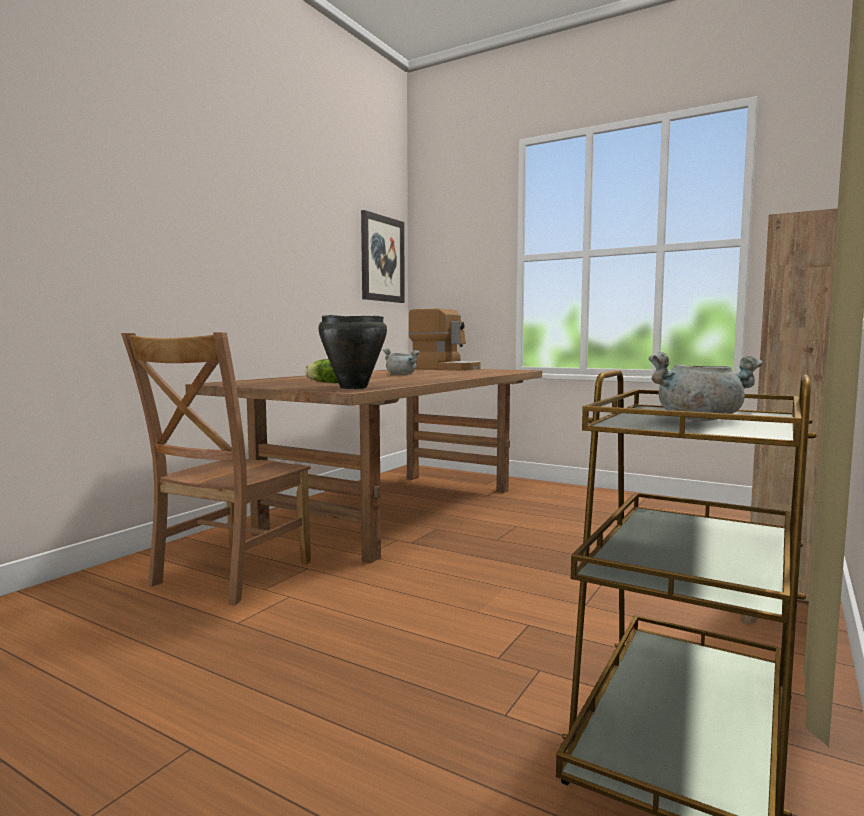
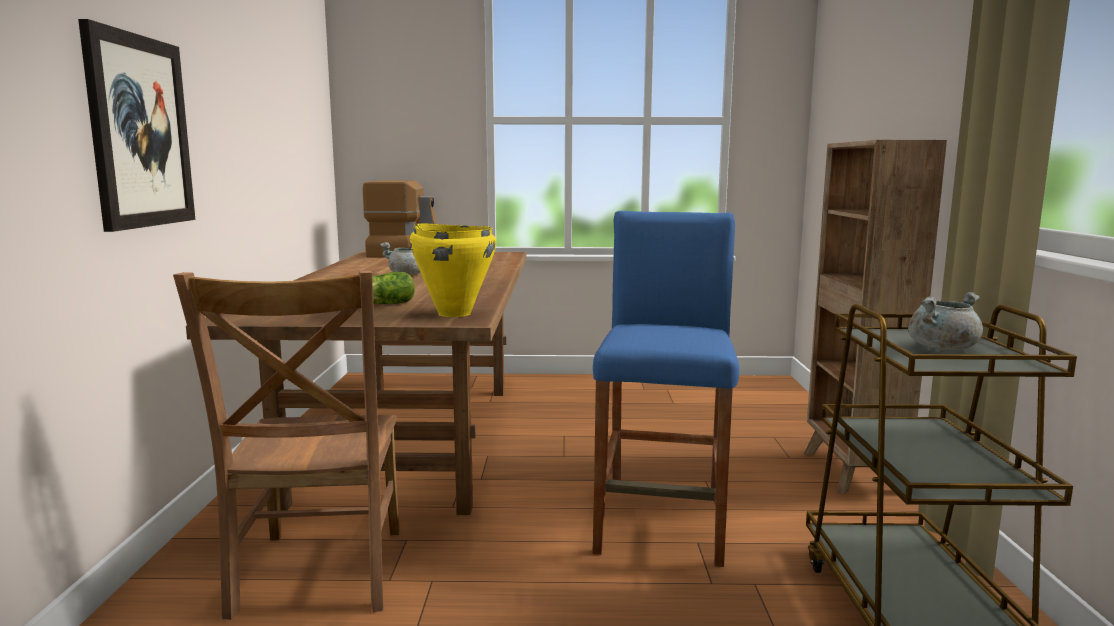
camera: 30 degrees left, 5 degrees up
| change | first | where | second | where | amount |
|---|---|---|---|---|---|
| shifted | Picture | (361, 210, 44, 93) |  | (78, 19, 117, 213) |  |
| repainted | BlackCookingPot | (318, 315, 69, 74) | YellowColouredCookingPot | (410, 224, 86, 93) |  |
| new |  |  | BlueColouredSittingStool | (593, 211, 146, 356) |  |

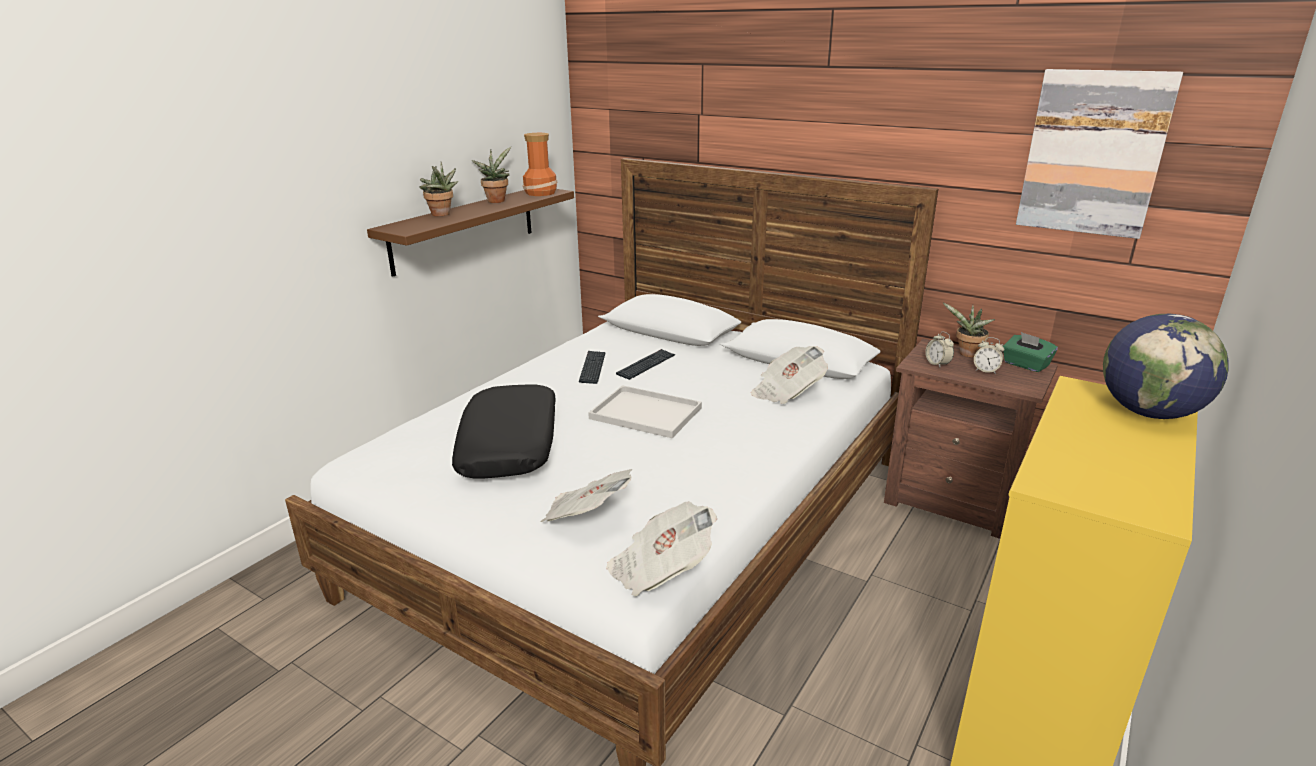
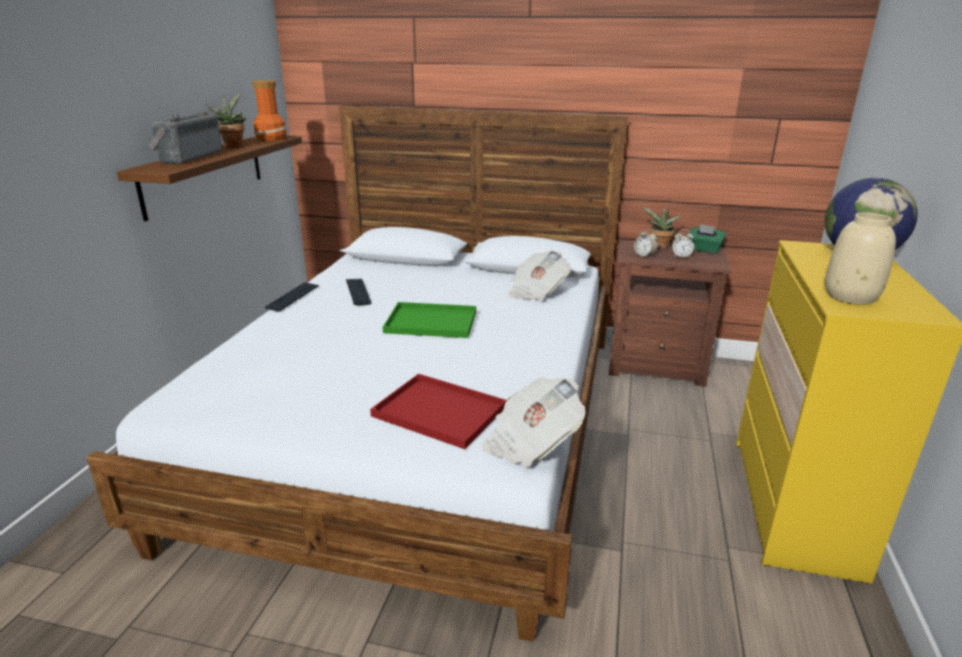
camera: 20 degrees left, 0 degrees up
| change | first | where | second | where | amount |
|---|---|---|---|---|---|
| gone | Picture | (1016, 69, 167, 170) |  |  |  |
| swapped | PlantInAPot | (419, 162, 39, 54) | RadioSet | (149, 112, 73, 52) |  |
| shifted | PcKeyboard | (616, 349, 59, 31) |  | (265, 282, 54, 30) |  |
| gone | BlackPillow | (452, 384, 104, 94) |  |  |  |
| repainted | WhitishTray | (588, 385, 114, 53) | GreenishTray | (383, 302, 93, 36) |  |
| swapped | Newspaper | (541, 469, 92, 53) | ReddishTray | (370, 374, 136, 75) |  |
| new |  |  | BeigeDecorativeVase | (825, 212, 71, 93) |  |

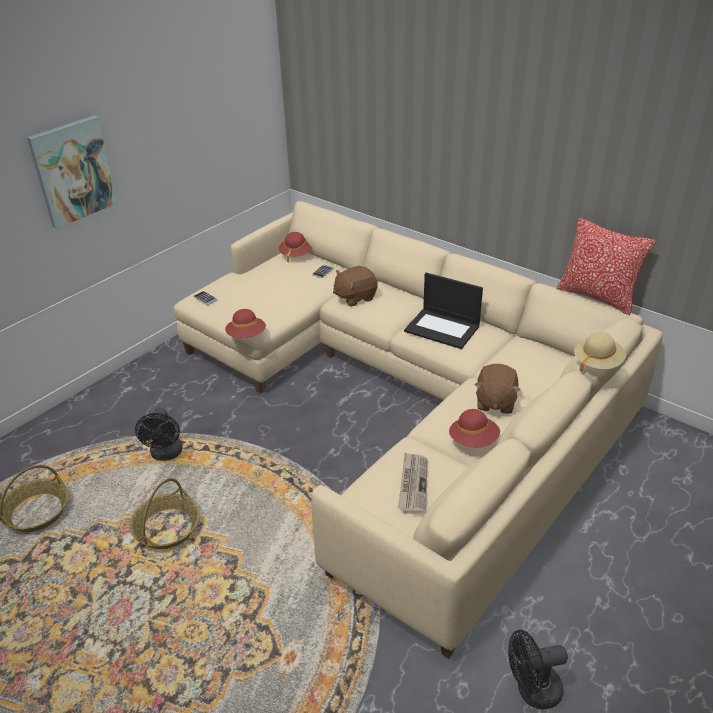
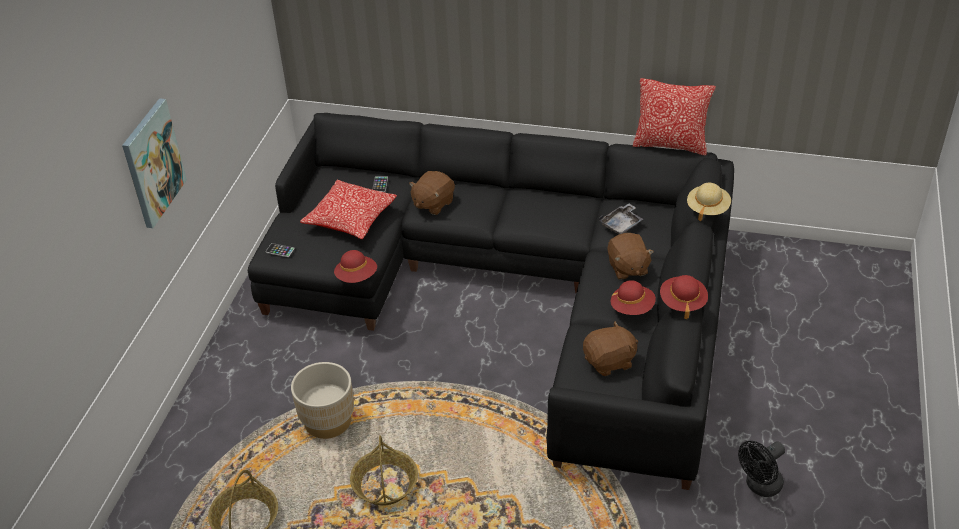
camera: 25 degrees left, 5 degrees up
| change | first | where | second | where | amount |
|---|---|---|---|---|---|
| repainted | BeigeCouch | (174, 201, 489, 458) | BlackCouch | (248, 113, 486, 377) |  |
| shifted | ReddishClothingHat | (279, 232, 34, 31) |  | (660, 275, 48, 44) |  |
| gone | NotebookComputer | (404, 273, 79, 76) |  |  |  |
| swapped | BlackFan | (135, 408, 47, 53) | BeigePlanter | (291, 362, 63, 77) |  |
| swapped | Newspaper | (398, 452, 29, 63) | BrownishSoftToy | (583, 321, 55, 55) |  |
| new |  |  | Pillow | (300, 180, 97, 59) |  |
| new |  |  | GreyTray | (599, 203, 44, 31) |  |

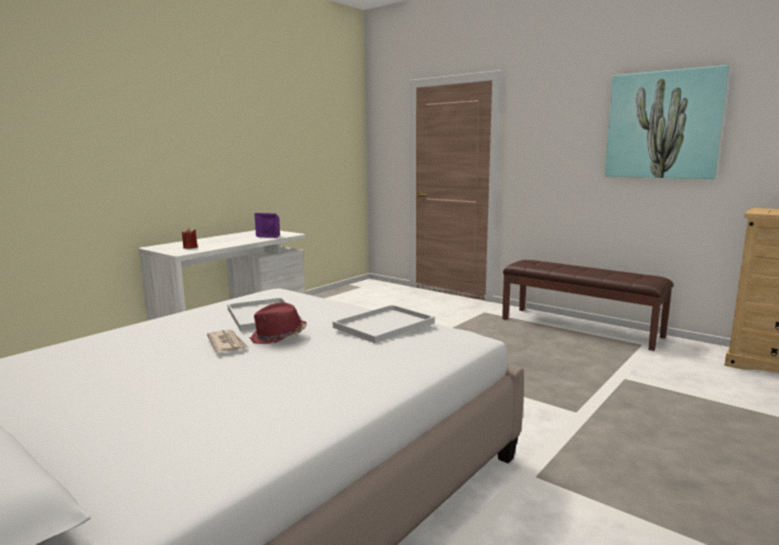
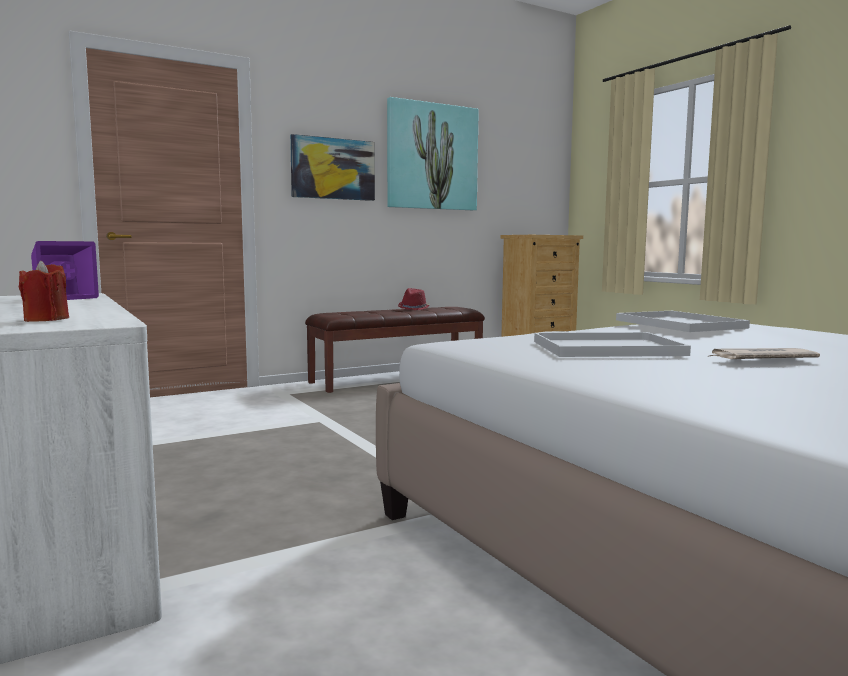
camera: 70 degrees left, 5 degrees down
| change | first | where | second | where | amount |
|---|---|---|---|---|---|
| shifted | ReddishClothingHat | (250, 303, 57, 41) |  | (398, 288, 32, 22) |  |
| new |  |  | Picture | (290, 134, 85, 67) |  |

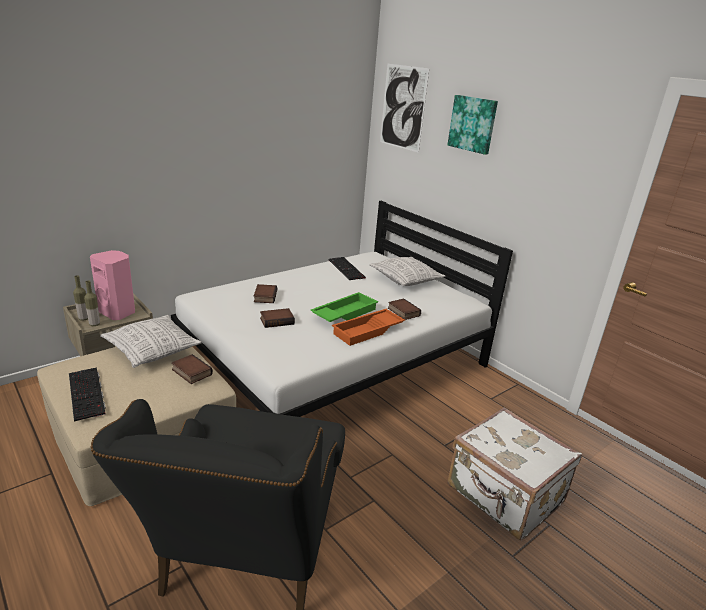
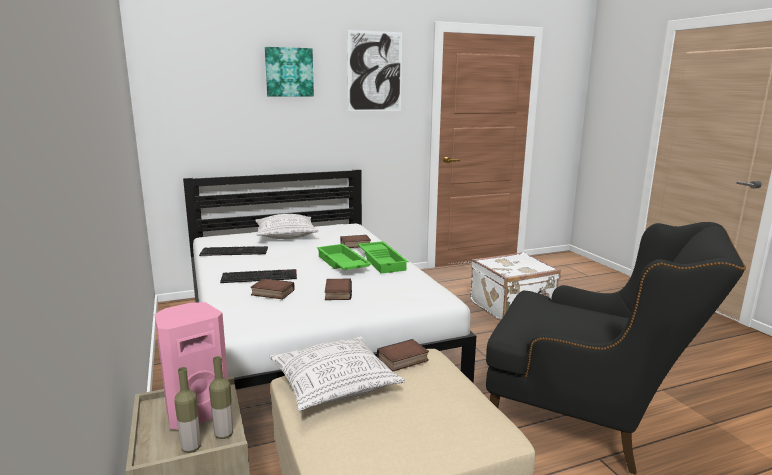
camera: 70 degrees left, 10 degrees down
| change | first | where | second | where | amount |
|---|---|---|---|---|---|
| shifted | Picture | (380, 64, 50, 89) |  | (347, 30, 55, 81) |  |
| repainted | OrangeyTray | (332, 309, 73, 37) | GreenishTray | (358, 241, 51, 33) |  |
| shifted | PcKeyboard | (69, 367, 37, 54) |  | (220, 269, 77, 14) |  |

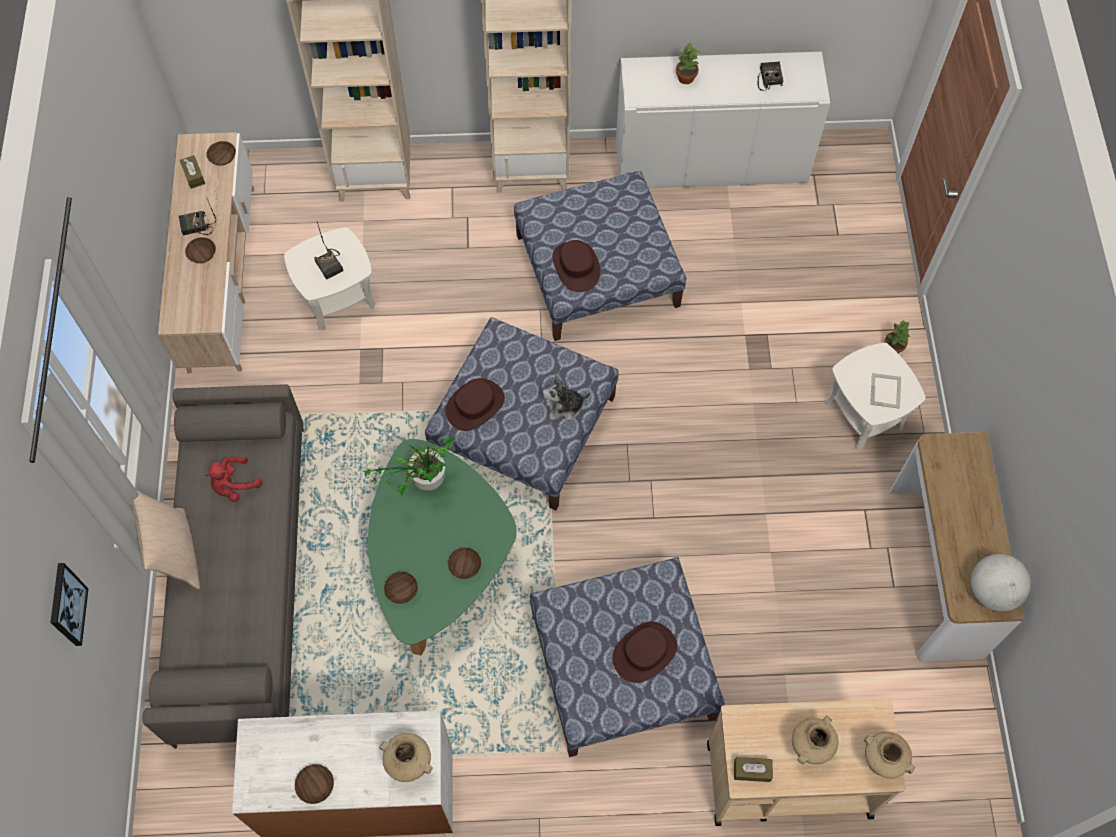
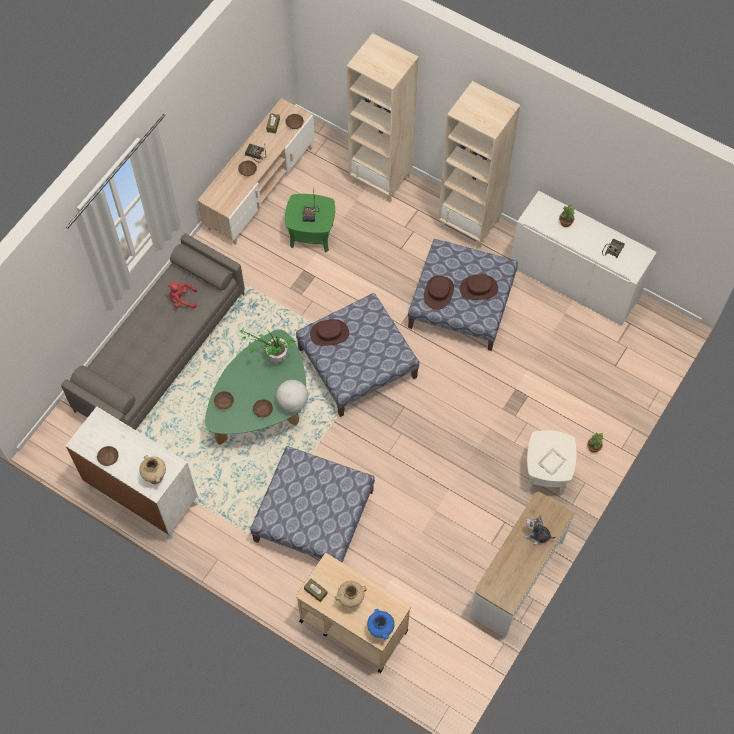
camera: 35 degrees right, 0 degrees up
| change | first | where | second | where | amount |
|---|---|---|---|---|---|
| repainted | WhitishEndTable | (284, 227, 91, 104) | GreenishEndTable | (285, 194, 50, 58) |  |
| shifted | SoftToy | (542, 375, 48, 46) |  | (524, 514, 32, 31) |  |
| gone | BeigePillow | (131, 490, 69, 100) |  |  |  |
| shifted | Globe | (971, 554, 60, 57) |  | (276, 380, 32, 32) |  |
| gone | Picture | (51, 563, 38, 83) |  |  |  |
| shifted | BrownishClothingHat | (612, 621, 65, 62) |  | (460, 274, 38, 26) |  |
| repainted | BeigeDecorativeVase | (864, 732, 51, 47) | BlueColouredDecorativeVase | (367, 609, 28, 31) |  |

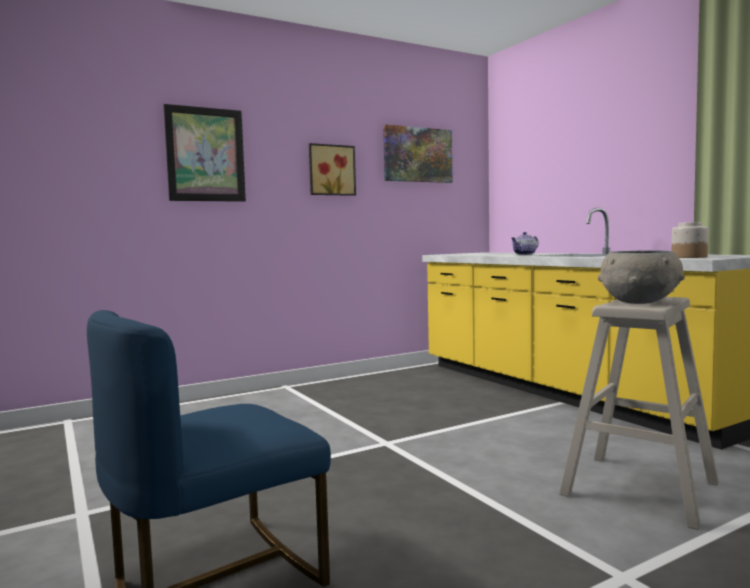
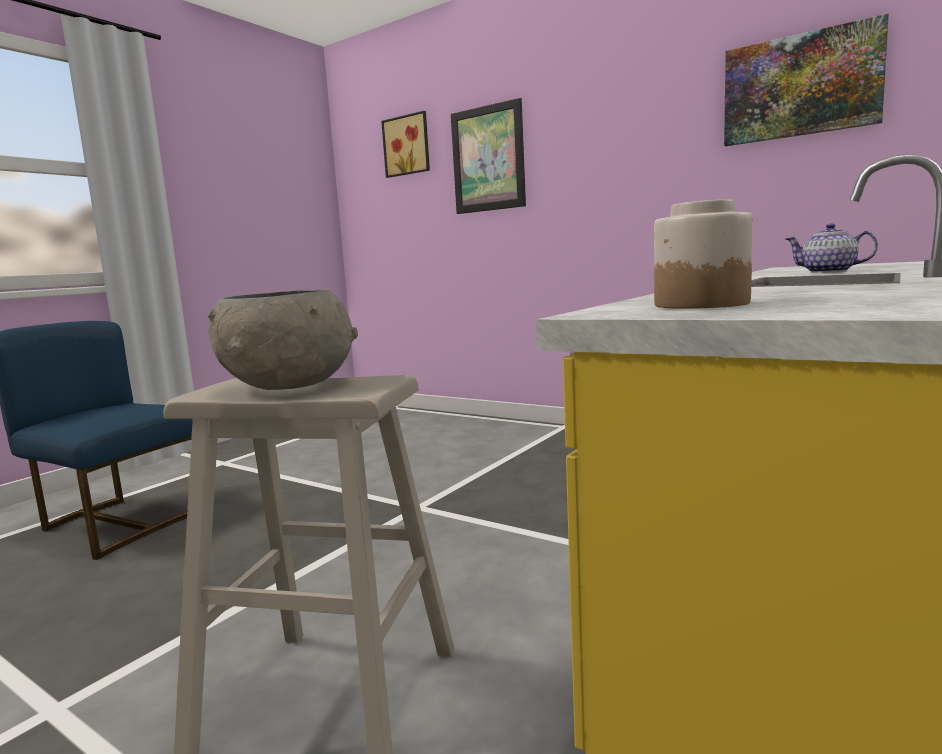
camera: 65 degrees right, 5 degrees up
| change | first | where | second | where | amount |
|---|---|---|---|---|---|
| shifted | Picture | (309, 143, 47, 53) |  | (381, 111, 49, 67) |  |

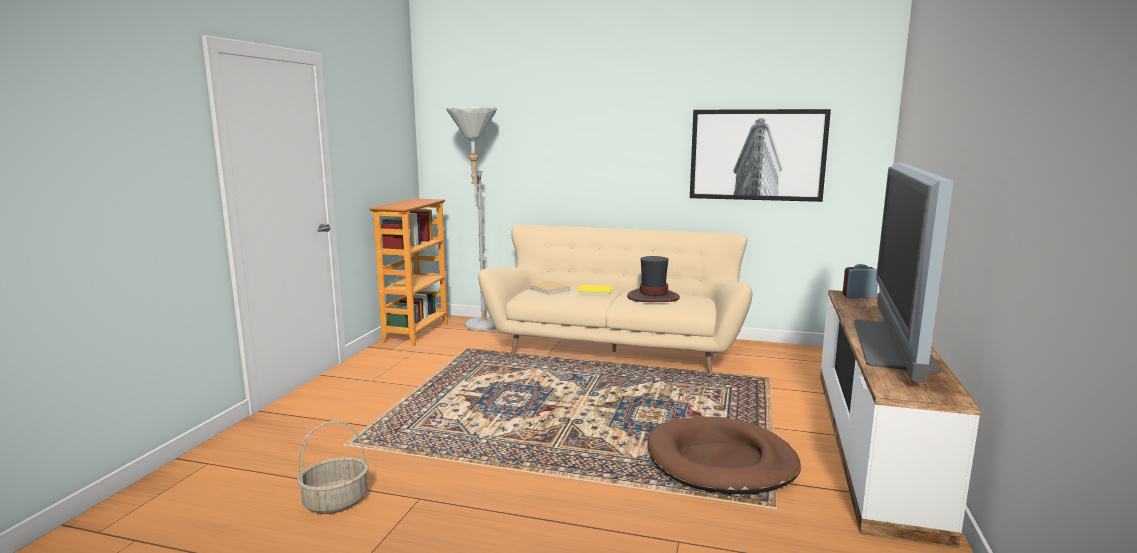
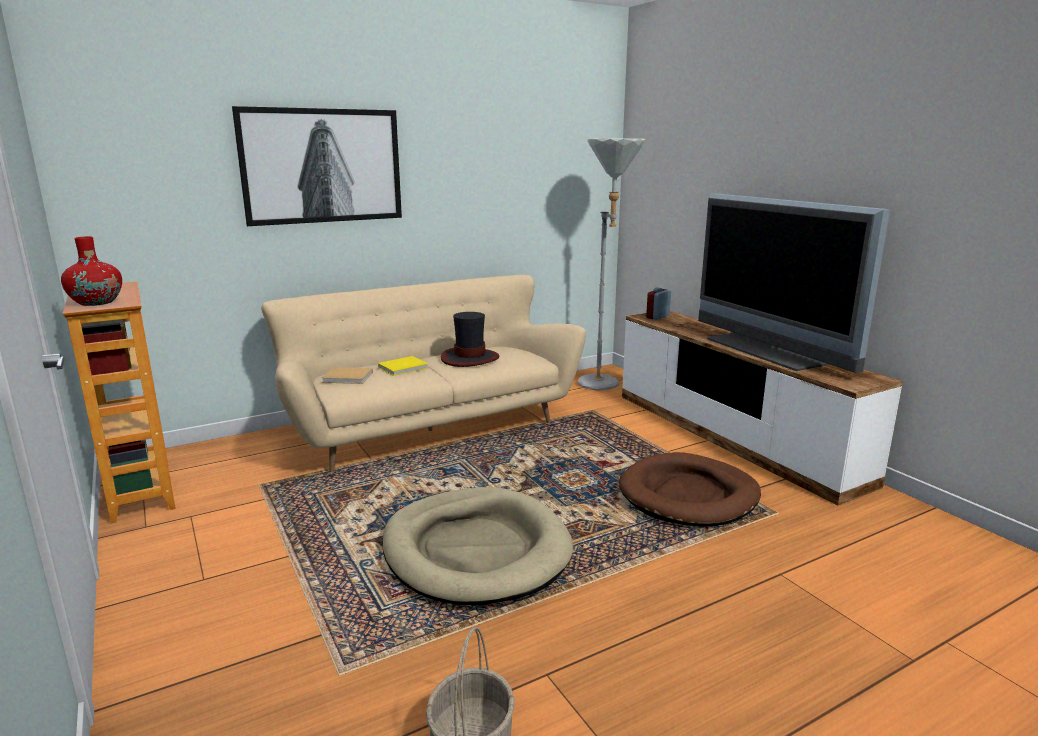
camera: 45 degrees left, 5 degrees up
| change | first | where | second | where | amount |
|---|---|---|---|---|---|
| shifted | GreyStandingLamp | (446, 107, 51, 224) |  | (577, 138, 69, 253) |  |
| shifted | Picture | (690, 109, 141, 93) |  | (232, 106, 170, 120) |  |
| new |  |  | ReddishDecorativeVase | (61, 236, 61, 70) |  |
| new |  |  | BeigePetBed | (382, 487, 191, 118) |  |

